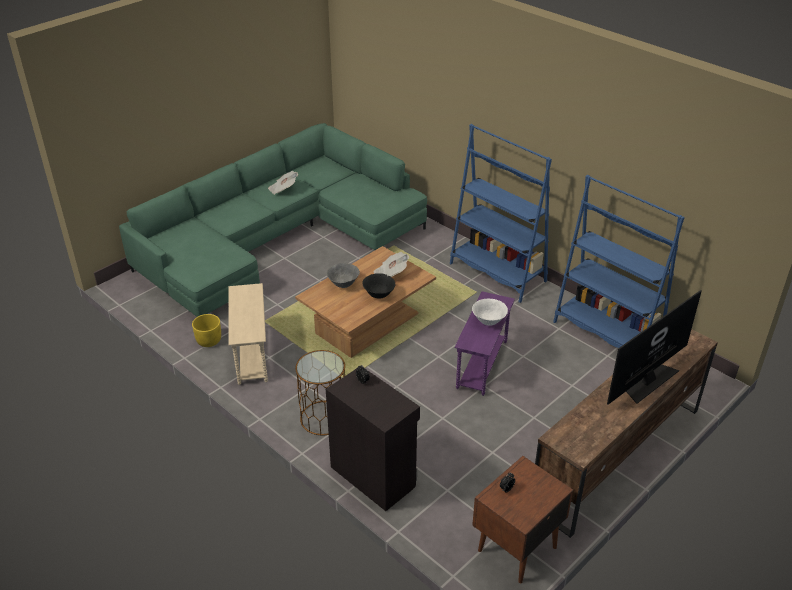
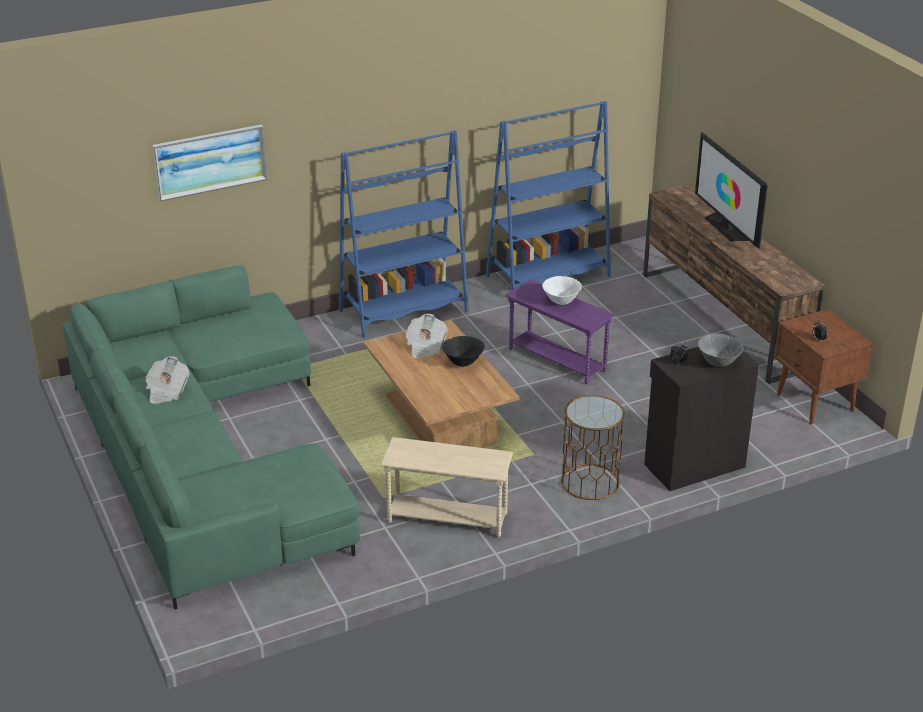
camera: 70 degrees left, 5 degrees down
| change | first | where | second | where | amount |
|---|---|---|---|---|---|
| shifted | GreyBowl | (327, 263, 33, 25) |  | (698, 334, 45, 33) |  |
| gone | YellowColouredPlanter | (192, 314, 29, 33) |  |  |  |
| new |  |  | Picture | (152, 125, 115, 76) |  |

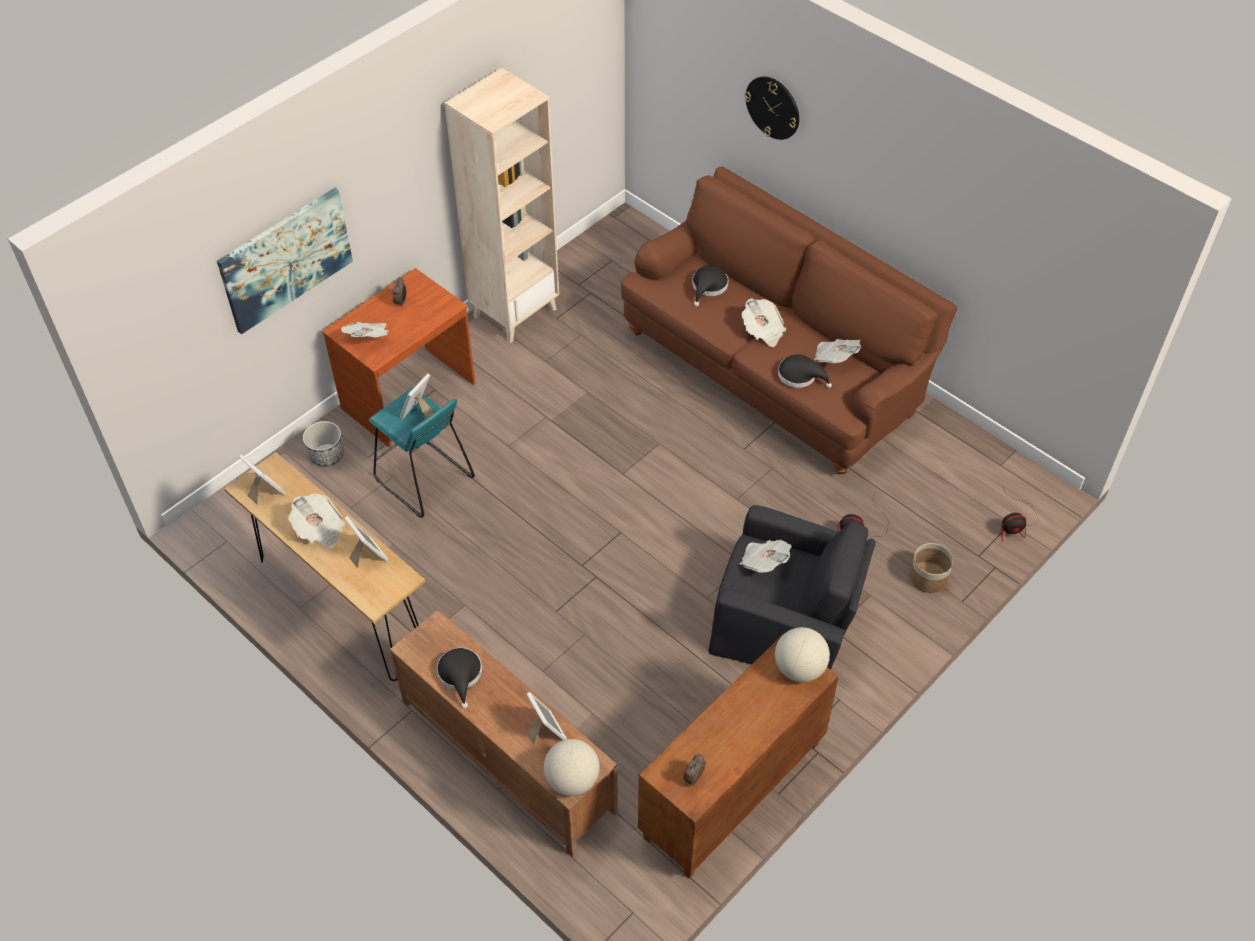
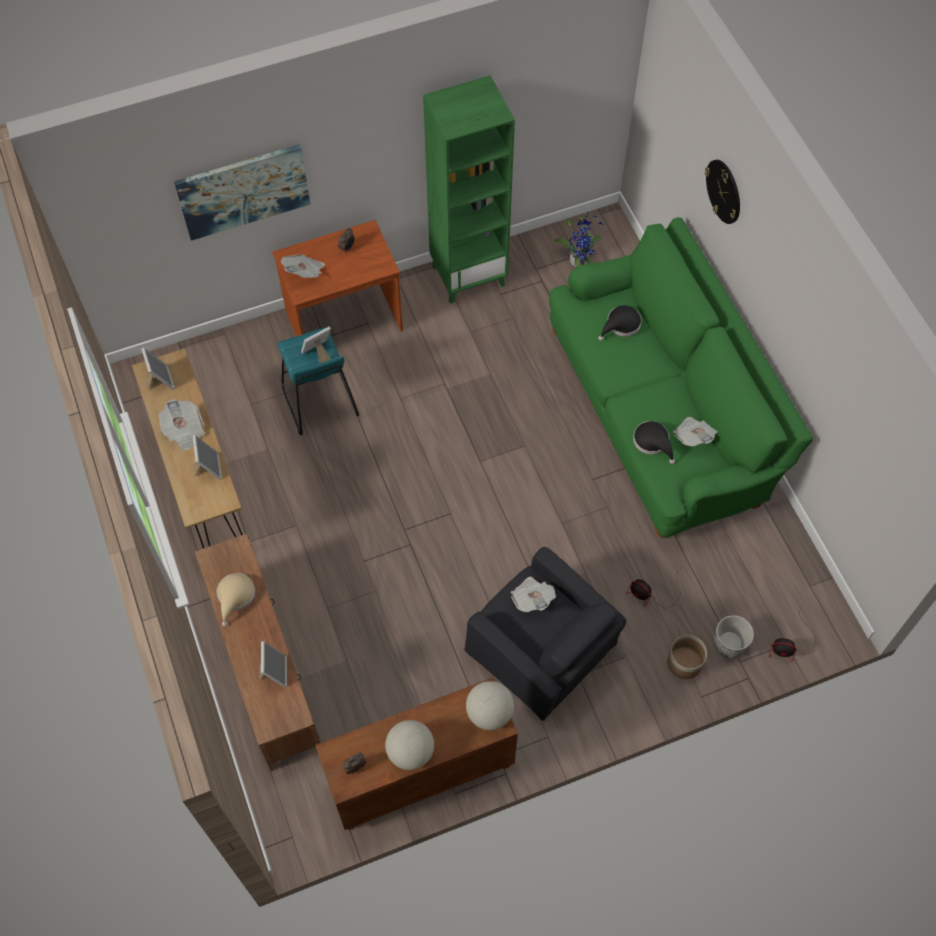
camera: 25 degrees right, 10 degrees up
| change | first | where | second | where | amount |
|---|---|---|---|---|---|
| repainted | BeigeShelvingUnit | (444, 68, 115, 275) | GreenishShelvingUnit | (423, 75, 92, 229) |  |
| repainted | BrownishCouch | (621, 166, 336, 308) | GreenishCouch | (549, 217, 264, 321) |  |
| gone | Newspaper | (741, 298, 45, 49) |  |  |  |
| shifted | Planter | (303, 421, 41, 46) |  | (714, 615, 40, 43) |  |
| repainted | BlackClothingHat | (437, 648, 45, 61) | BeigeClothingHat | (217, 573, 38, 54) |  |
| shifted | Globe | (544, 739, 56, 57) |  | (385, 720, 49, 50) |  |
| new |  |  | PlantInAPot | (554, 213, 50, 55) |  |

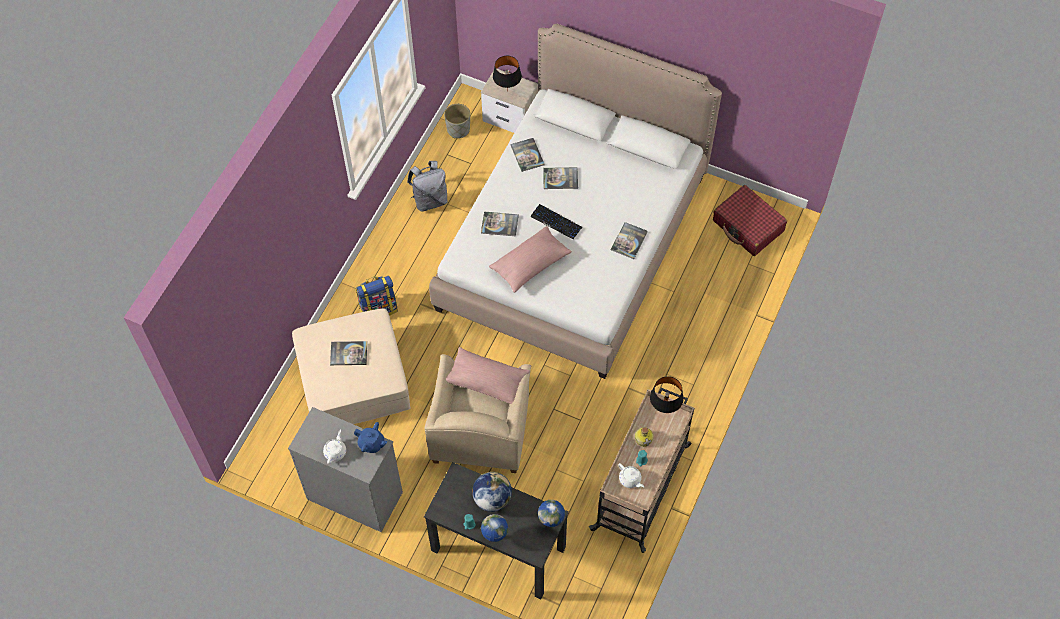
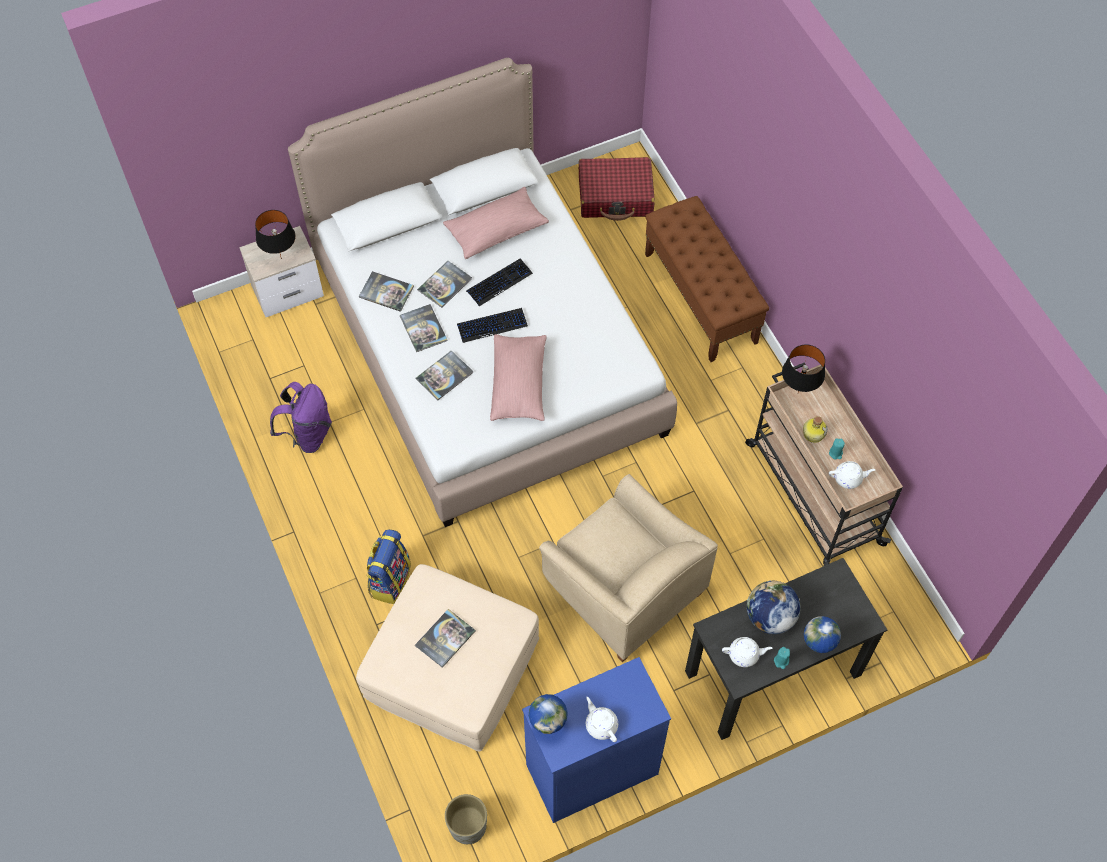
camera: 50 degrees left, 0 degrees up
| change | first | where | second | where | amount |
|---|---|---|---|---|---|
| shifted | GreyPlanter | (444, 104, 26, 34) |  | (445, 794, 42, 50) |  |
| repainted | GreyKnapsack | (407, 161, 41, 51) | PurplishKnapsack | (270, 382, 62, 71) |  |
| shifted | Book | (611, 222, 37, 37) |  | (400, 304, 47, 48) |  |
| shifted | PinkishPillow | (446, 347, 84, 57) |  | (443, 187, 106, 72) |  |
| repainted | GreyChestOfDrawers | (288, 407, 115, 125) | BlueColouredChestOfDrawers | (522, 657, 149, 166) |  |
| gone | BlueColouredTeaPot | (354, 422, 33, 31) |  |  |  |
| shifted | Globe | (538, 500, 27, 27) |  | (529, 694, 39, 40) |  |
| new |  |  | BrownishIndoorBench | (645, 196, 124, 166) |  |
| new |  |  | PcKeyboard | (466, 259, 67, 47) |  |
| new |  |  | WhitishTeaPot | (722, 637, 50, 30) |  |

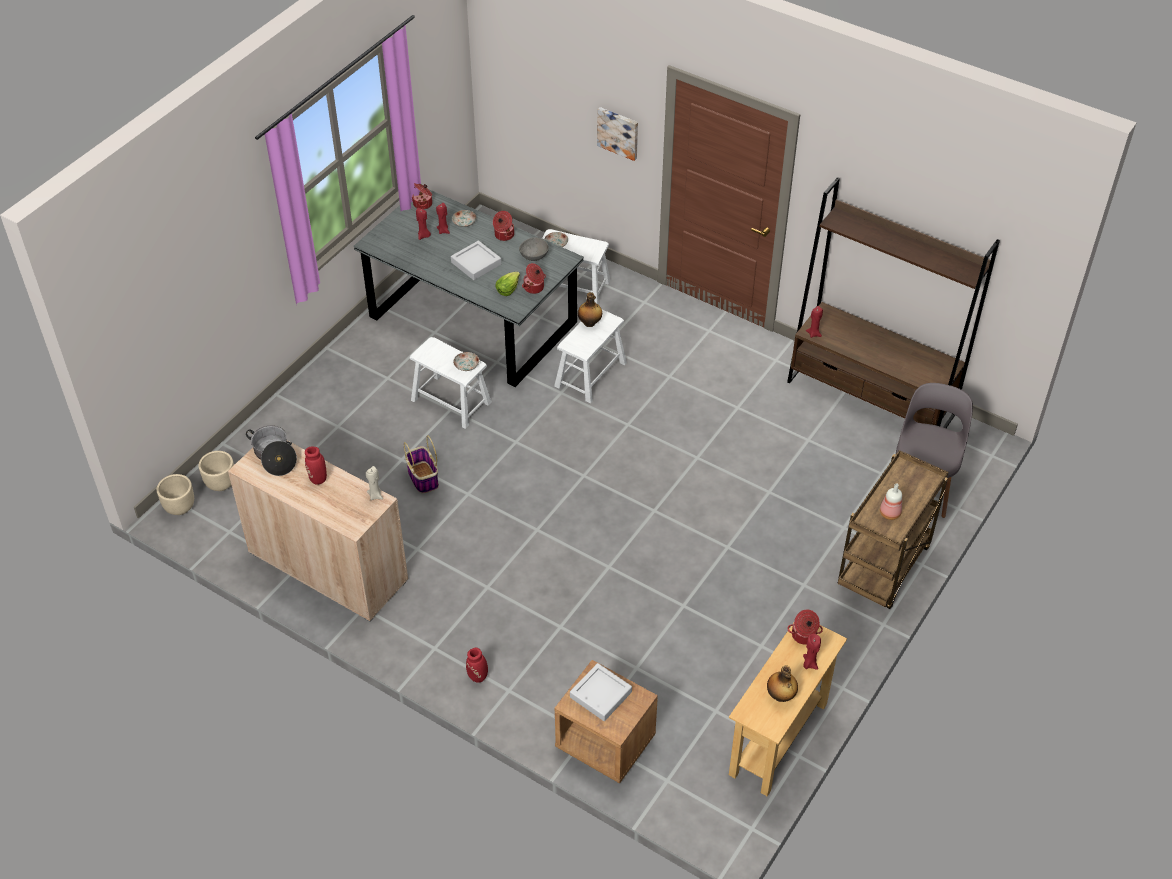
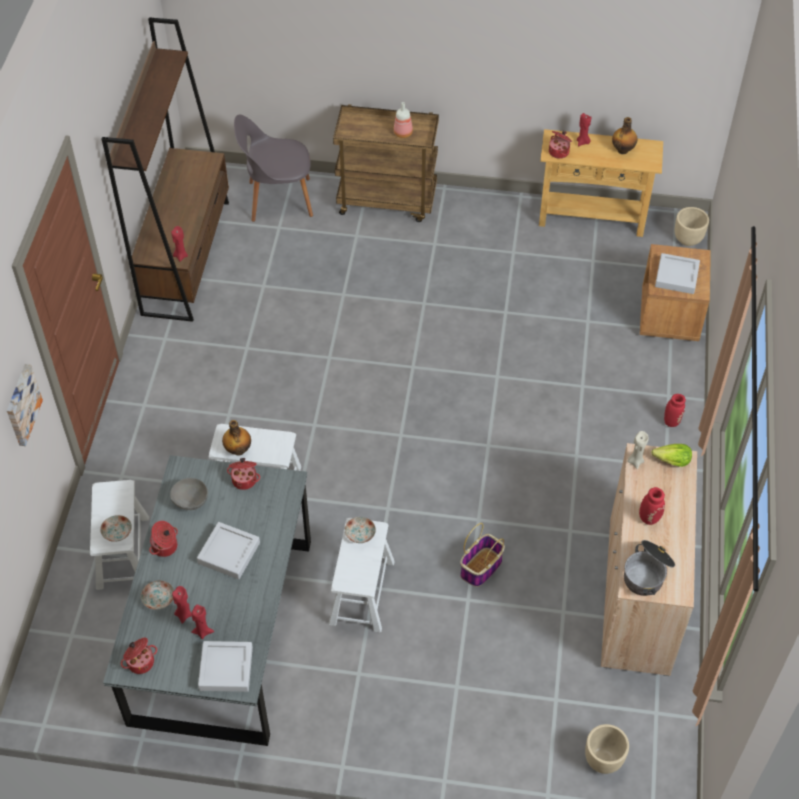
camera: 115 degrees left, 5 degrees up
| change | first | where | second | where | amount |
|---|---|---|---|---|---|
| shifted | Lettuce | (496, 272, 24, 24) |  | (652, 444, 40, 23) |  |
| shifted | BeigePlanter | (157, 474, 37, 41) |  | (674, 207, 35, 39) |  |
| new |  |  | GreyTray | (198, 641, 55, 51) |  |

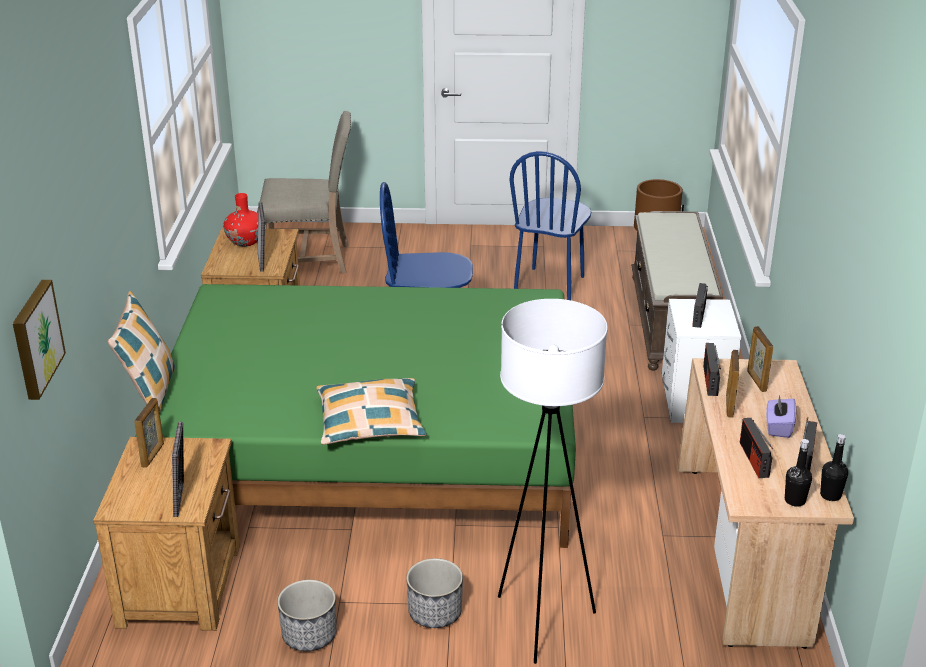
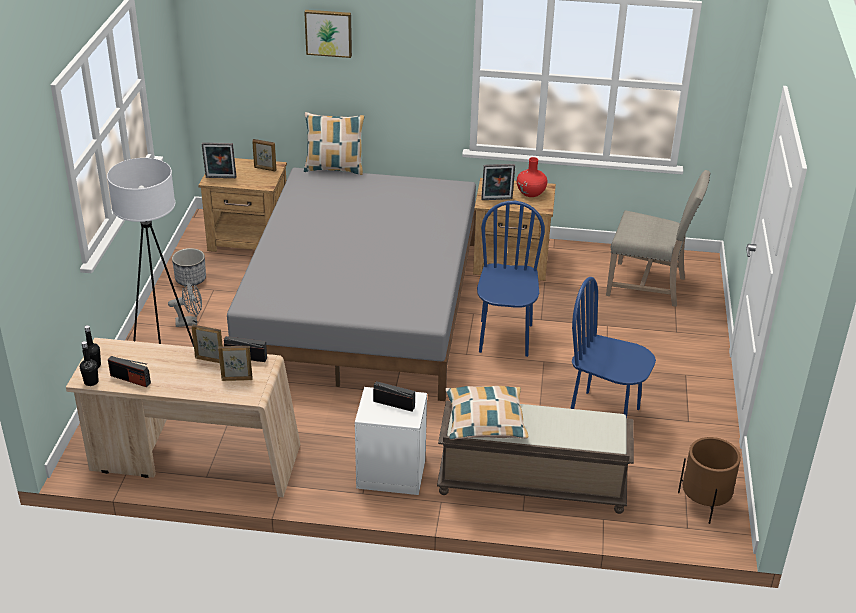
camera: 95 degrees right, 5 degrees up
| change | first | where | second | where | amount |
|---|---|---|---|---|---|
| rotated | BeigePlainChair | (257, 111, 94, 162) |  | (606, 170, 105, 137) | 75 degrees counterclockwise |
| shifted | Picture | (13, 280, 53, 120) |  | (304, 10, 48, 48) |  |
| repainted | GreenishSleepingBed | (135, 284, 441, 264) | GreySleepingBed | (227, 168, 249, 233) |  |
| shifted | Pillow | (316, 378, 110, 67) |  | (445, 386, 83, 54) |  |
| gone | PurplishTissueBox | (766, 395, 30, 43) |  |  |  |
| gone | RadioSet | (740, 418, 33, 60) |  |  |  |
| swapped | Planter | (406, 558, 57, 70) | GreyFan | (168, 281, 34, 46) |  |

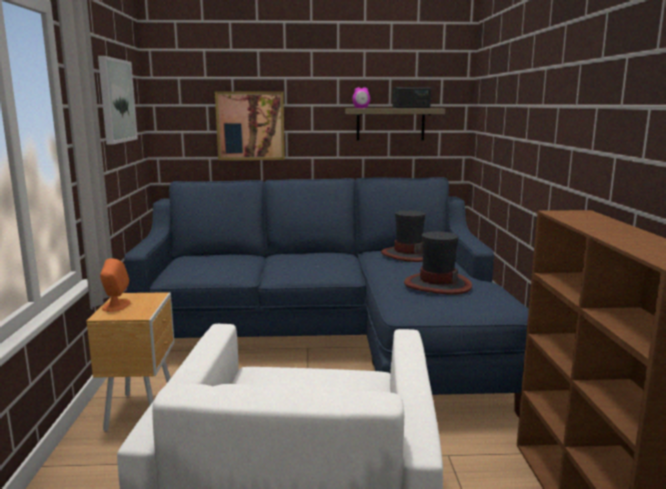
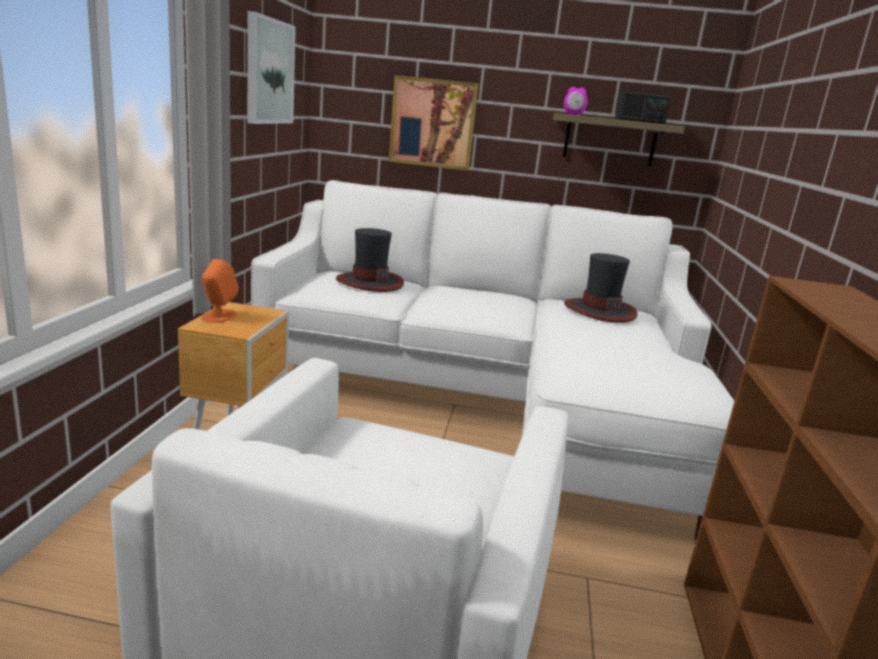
camera: 10 degrees right, 5 degrees up
| change | first | where | second | where | amount |
|---|---|---|---|---|---|
| repainted | BlueColouredCouch | (124, 177, 405, 240) | WhitishCouch | (251, 180, 483, 361) |  |
| shifted | ClothingHat | (404, 231, 68, 64) |  | (336, 228, 68, 64) |  |

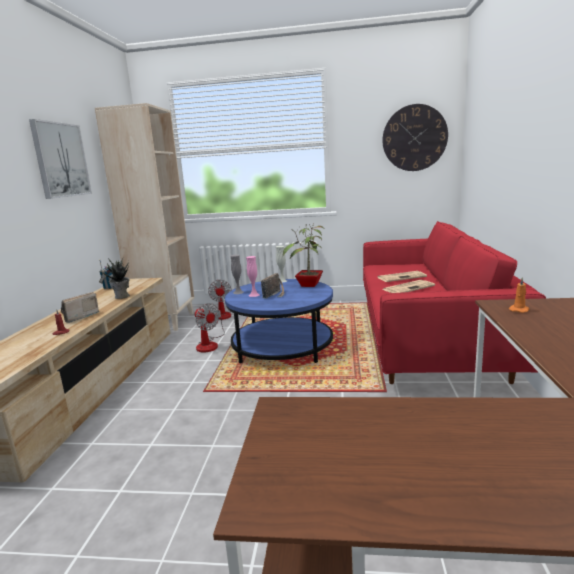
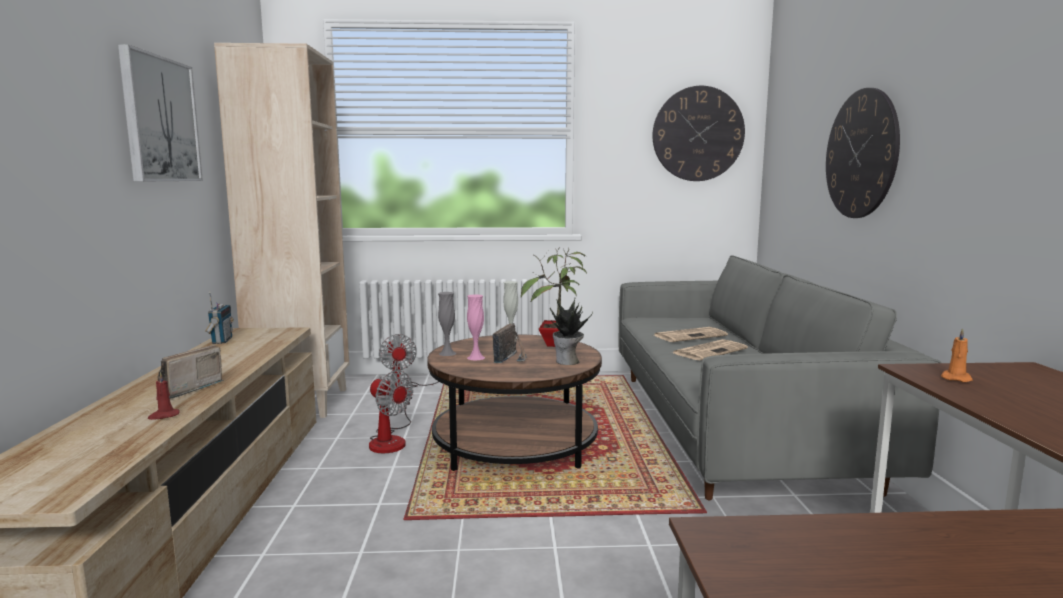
camera: 10 degrees left, 5 degrees down
| change | first | where | second | where | amount |
|---|---|---|---|---|---|
| repainted | ReddishCouch | (363, 221, 183, 163) | GreyCouch | (619, 255, 323, 245) |  |
| shifted | PlantInAPot | (100, 258, 30, 41) |  | (550, 299, 43, 66) |  |
| repainted | BlueColouredCoffeeTable | (225, 279, 108, 85) | BrownishCoffeeTable | (427, 334, 175, 137) |  |
| new |  |  | WallClock | (826, 88, 74, 130) |  |

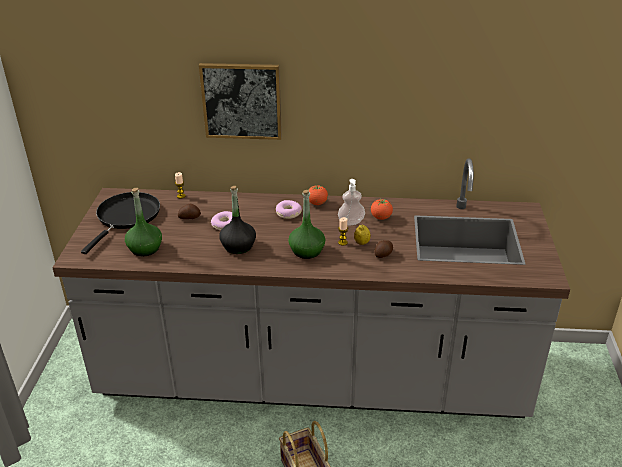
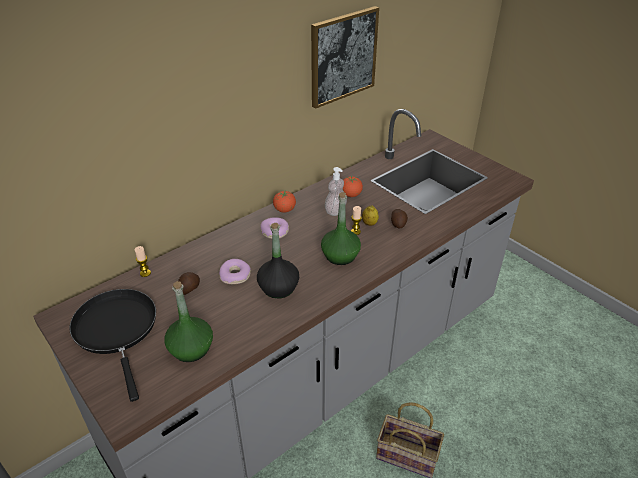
camera: 45 degrees left, 5 degrees up
| change | first | where | second | where | amount |
|---|---|---|---|---|---|
| shifted | Picture | (199, 63, 83, 77) |  | (311, 6, 68, 103) |  |

